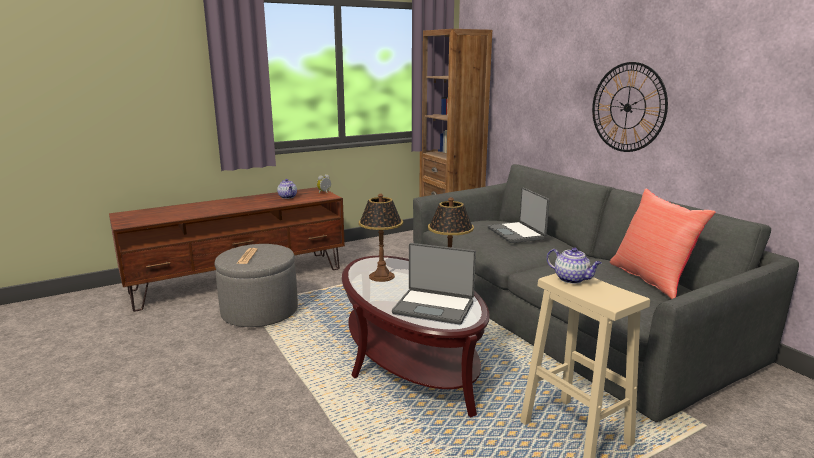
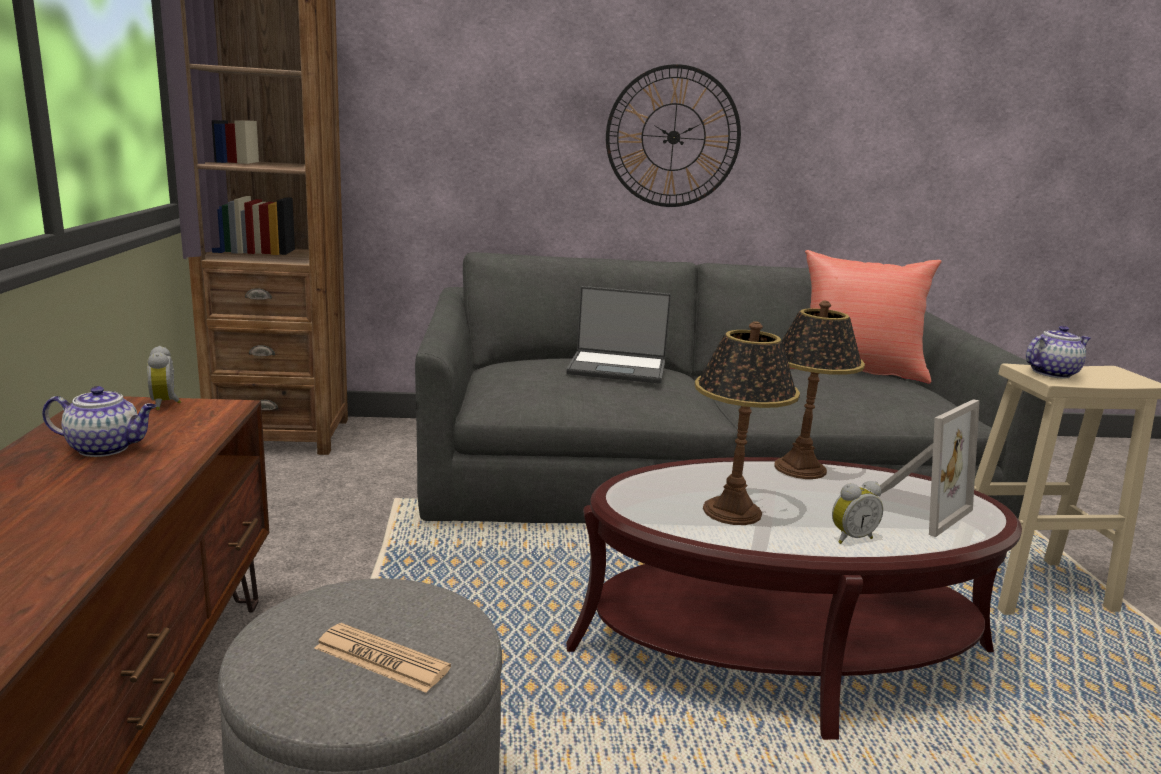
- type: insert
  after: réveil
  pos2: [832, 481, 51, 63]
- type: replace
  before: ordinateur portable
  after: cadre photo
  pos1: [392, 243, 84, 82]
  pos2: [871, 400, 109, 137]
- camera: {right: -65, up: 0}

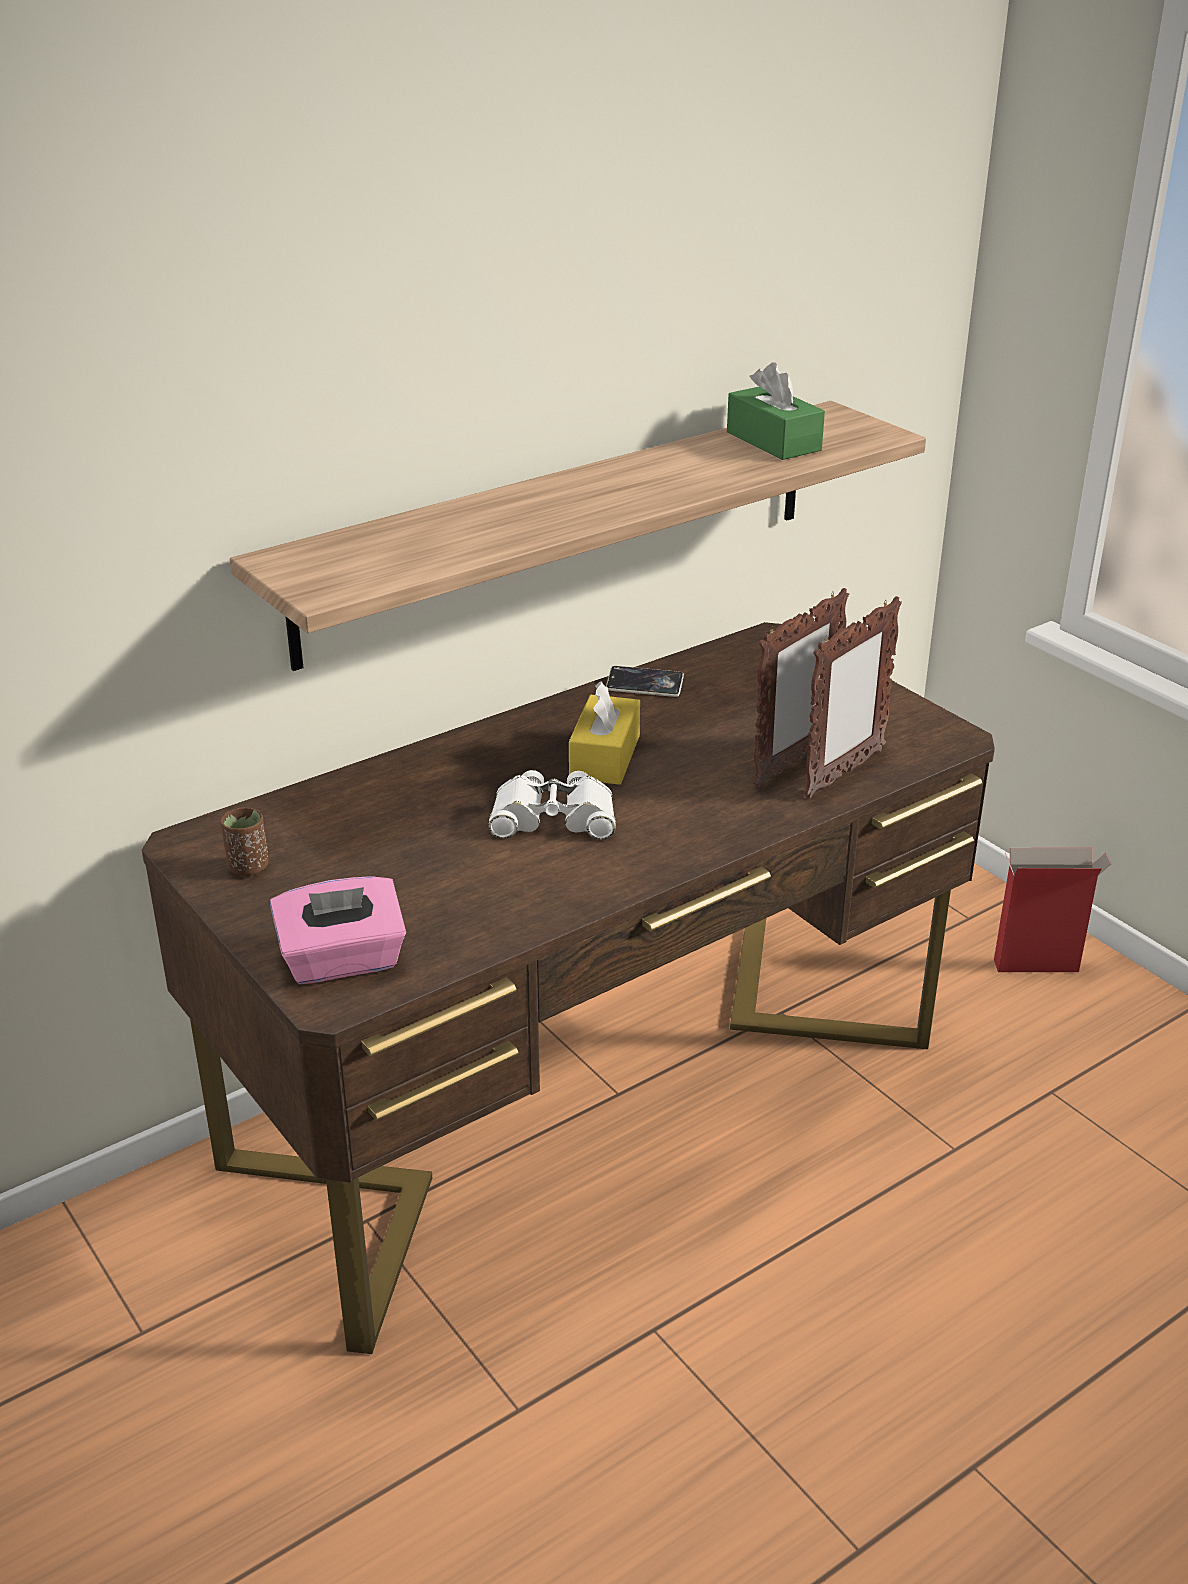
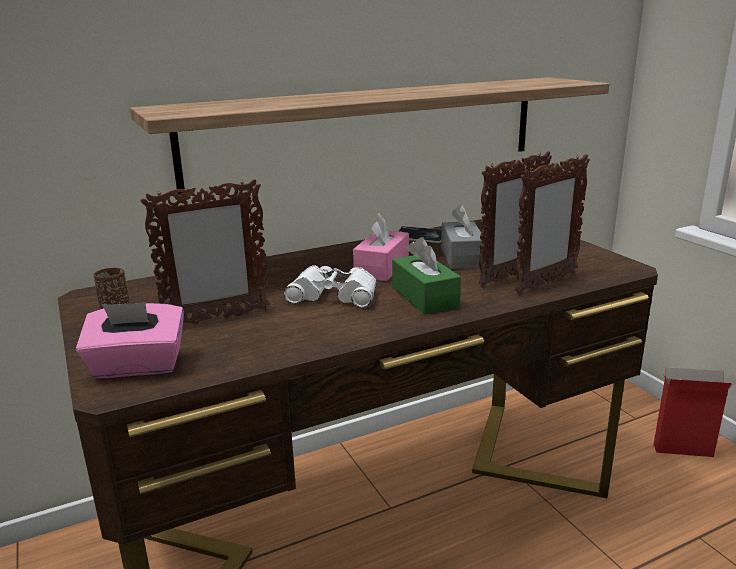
- type: insert
  after: cadre photo
  pos2: [140, 179, 130, 144]
- type: recolor
  before: boîte à mouchoirs (jaune)
  after: boîte à mouchoirs (rose)
  pos1: [569, 681, 71, 104]
  pos2: [353, 213, 56, 68]
- type: move
  before: boîte à mouchoirs (vert)
  pos1: [727, 362, 98, 98]
  pos2: [392, 237, 69, 77]
- type: insert
  after: boîte à mouchoirs (gris)
  pos2: [441, 204, 45, 65]
- camera: {right: 10, up: -10}

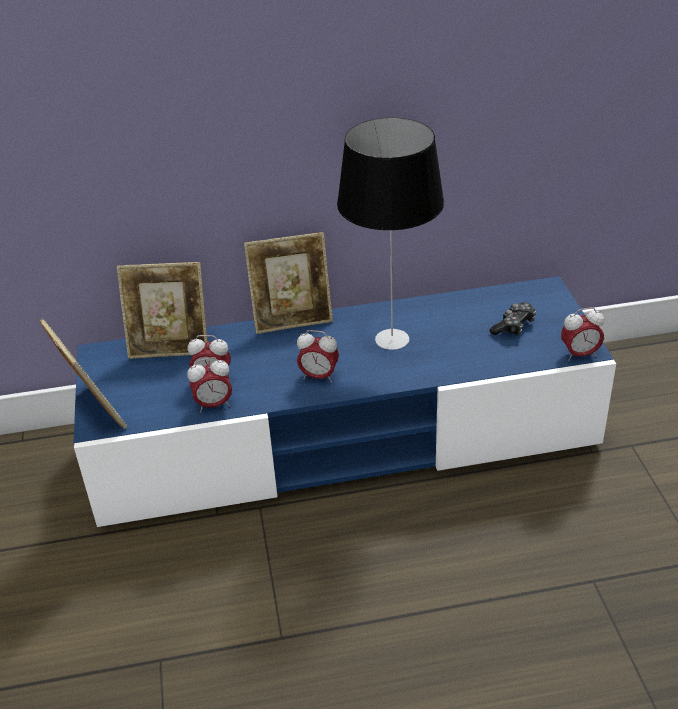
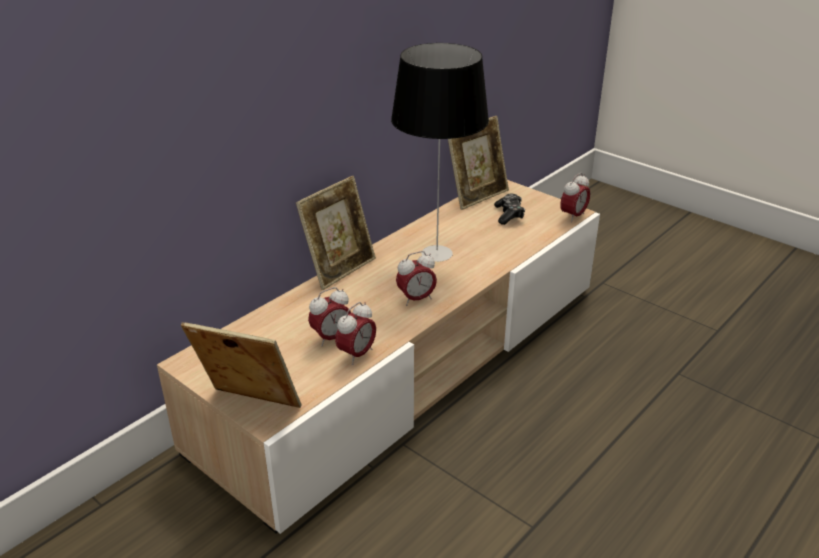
- type: recolor
  before: meuble télé (bleu)
  after: meuble télé (beige)
  pos1: [74, 276, 542, 251]
  pos2: [157, 180, 443, 354]
- type: move
  before: cadre photo
  pos1: [117, 262, 91, 97]
  pos2: [448, 116, 61, 94]
- camera: {right: -40, up: -5}

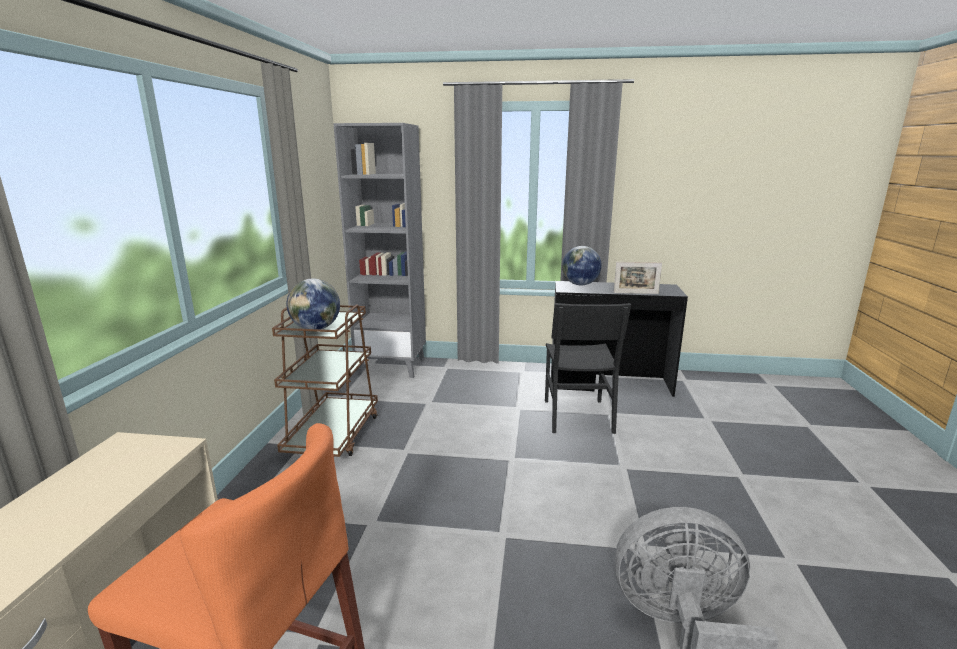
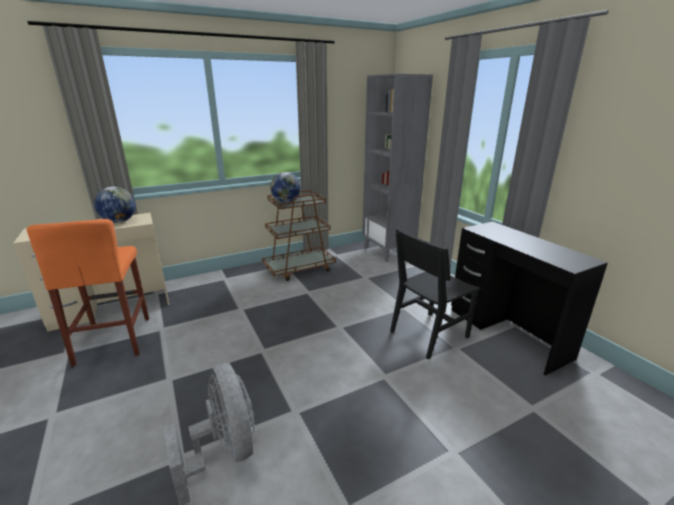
- type: move
  before: globe
  pos1: [562, 246, 40, 39]
  pos2: [94, 187, 42, 36]
- type: delete
  before: cadre photo
  pos1: [614, 262, 48, 32]
- camera: {right: 55, up: 5}

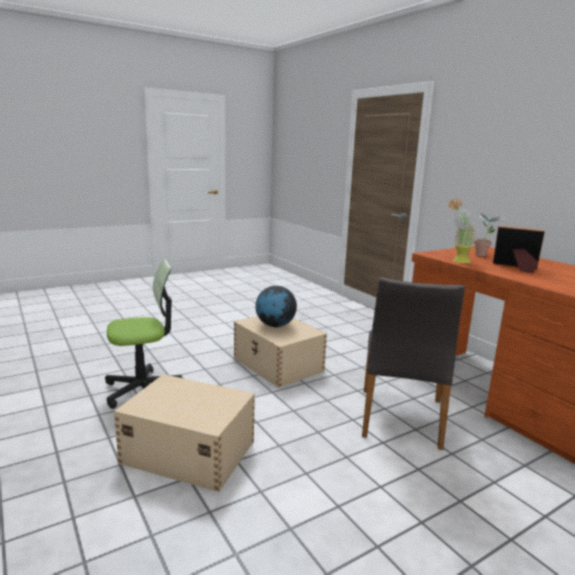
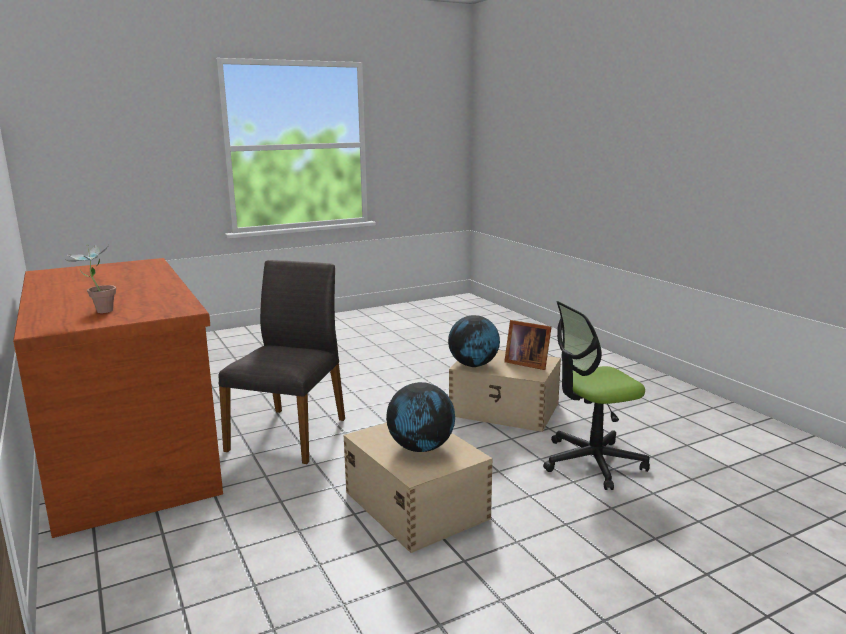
- type: insert
  after: globe
  pos2: [448, 315, 52, 52]
- type: move
  before: cadre photo
  pos1: [493, 226, 52, 47]
  pos2: [504, 320, 48, 50]
- type: delete
  before: plante en pot
  pos1: [448, 198, 28, 65]
- camera: {right: -175, up: 0}

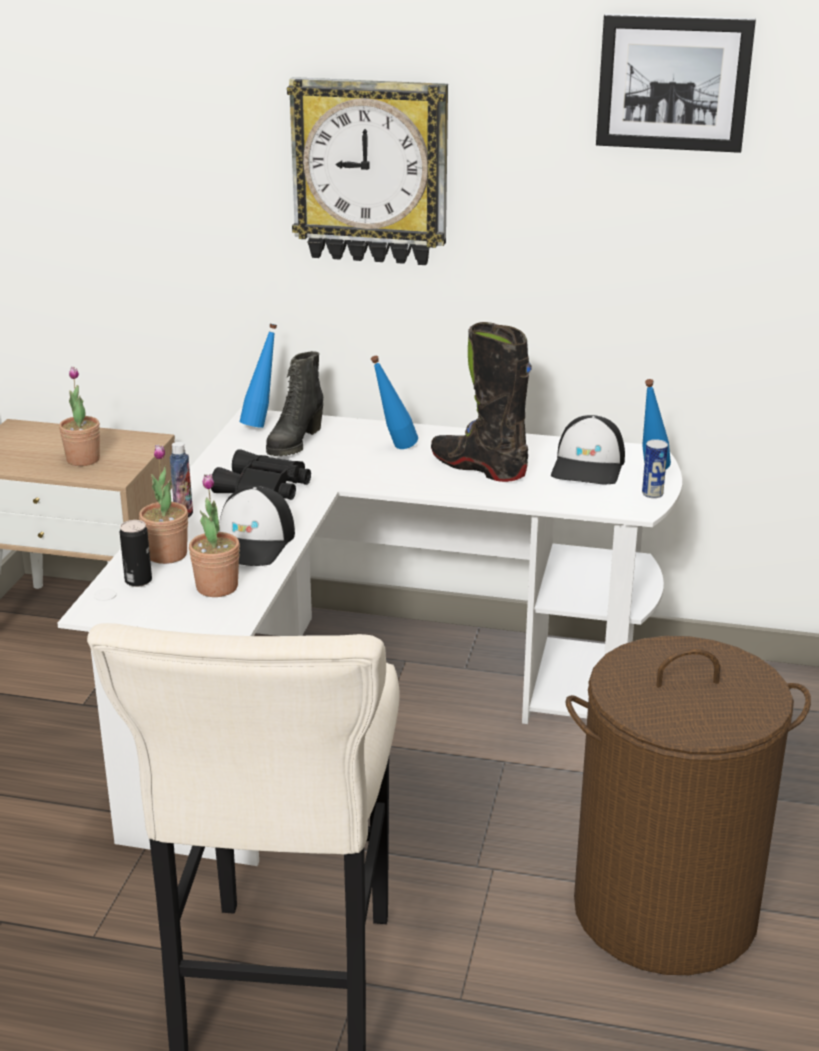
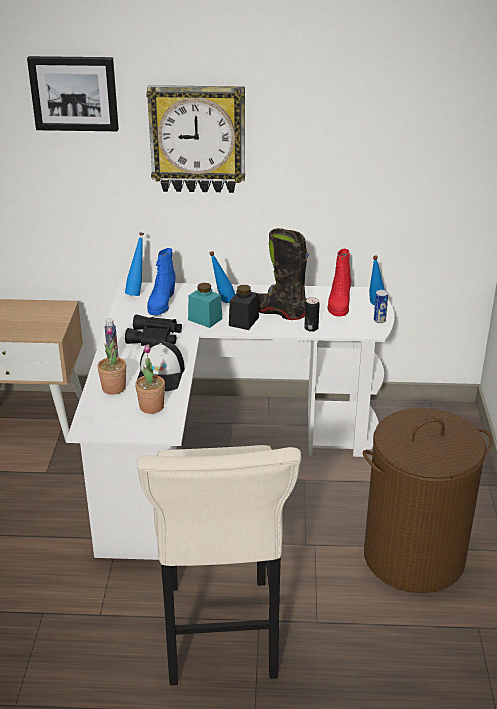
- type: move
  before: tableau
  pos1: [596, 14, 160, 139]
  pos2: [27, 56, 92, 75]
- type: recolor
  before: botte (noir)
  after: botte (bleu)
  pos1: [266, 351, 57, 105]
  pos2: [147, 248, 29, 67]
- type: insert
  after: bocal (turquoise)
  pos2: [188, 283, 35, 45]
- type: insert
  after: bocal (noir)
  pos2: [229, 285, 30, 45]
- type: move
  before: boîte métallique
  pos1: [120, 520, 32, 67]
  pos2: [304, 297, 16, 35]
- type: replace
  before: casquette
  after: botte (rouge)
  pos1: [551, 415, 74, 69]
  pos2: [328, 249, 23, 67]
- type: delete
  before: plante en pot
  pos1: [59, 367, 41, 99]
- camera: {right: -10, up: 5}

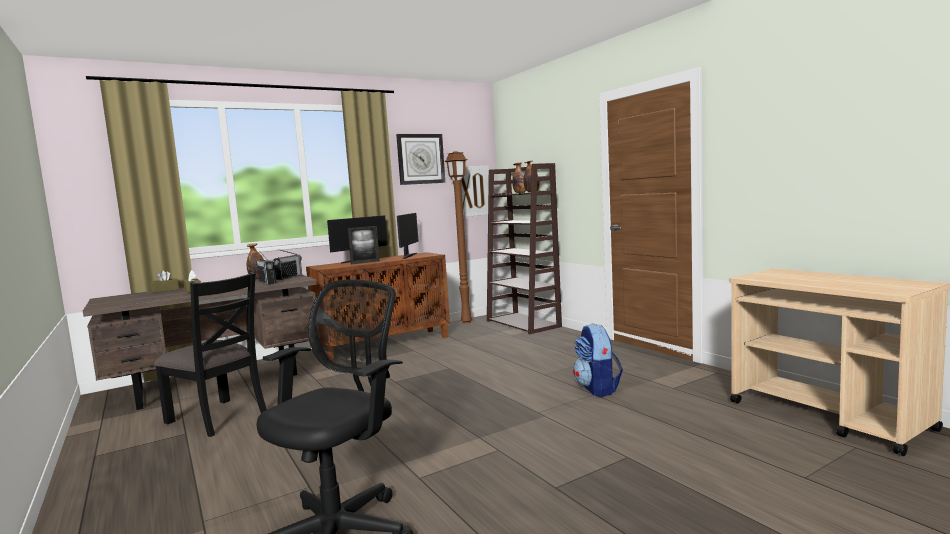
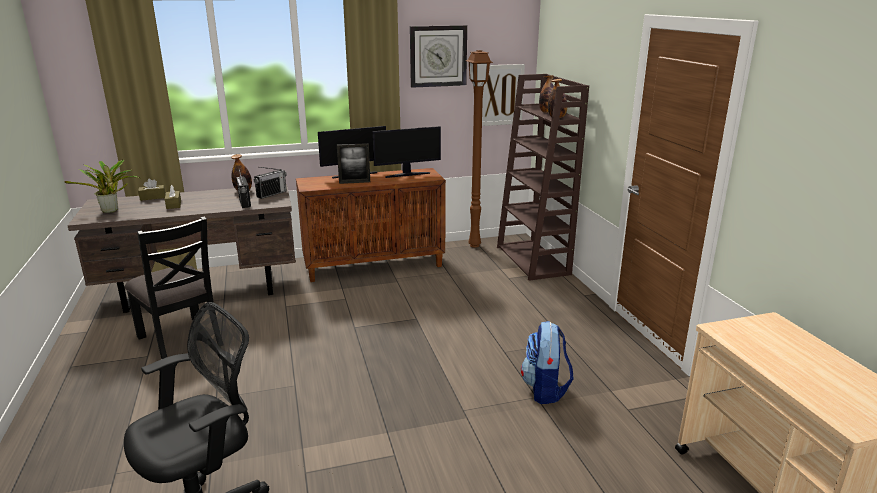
- type: insert
  after: plante en pot
  pos2: [65, 160, 76, 53]
- type: rotate
  before: écran d'ordinateur
  pos1: [397, 213, 22, 46]
  pos2: [373, 126, 68, 52]
  turn: 45
- camera: {right: 15, up: 15}

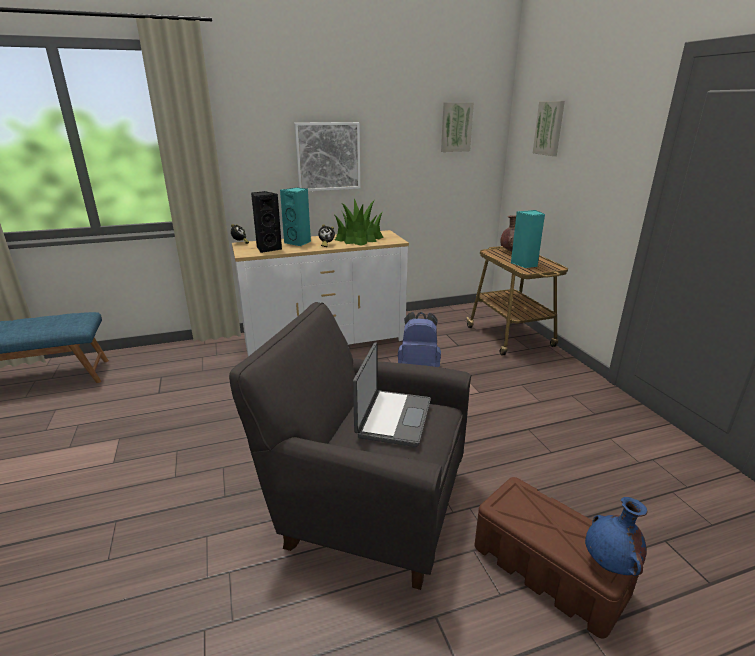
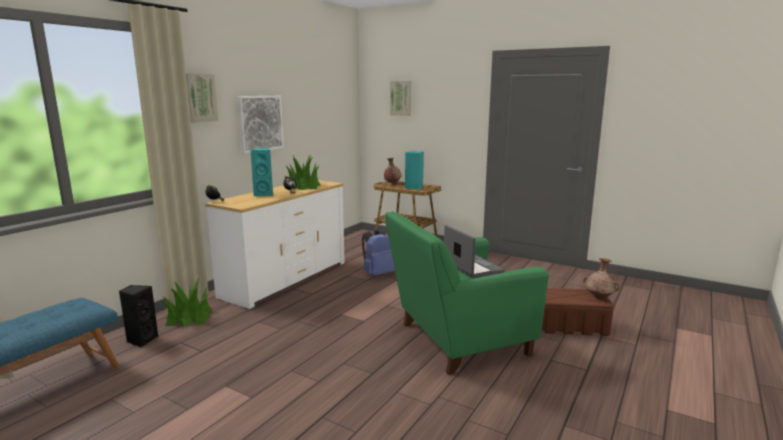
- type: move
  before: enceinte (noir)
  pos1: [251, 191, 31, 62]
  pos2: [119, 285, 39, 63]
- type: insert
  after: plante en pot
  pos2: [163, 278, 49, 49]
- type: move
  before: tableau
  pos1: [441, 102, 33, 50]
  pos2: [186, 73, 32, 50]
- type: recolor
  before: fauteuil (gris)
  after: fauteuil (vert)
  pos1: [229, 302, 242, 288]
  pos2: [385, 211, 164, 164]
- type: recolor
  before: vase (bleu)
  after: vase (marron)
  pos1: [585, 497, 62, 79]
  pos2: [583, 258, 36, 41]
- camera: {right: -40, up: -10}

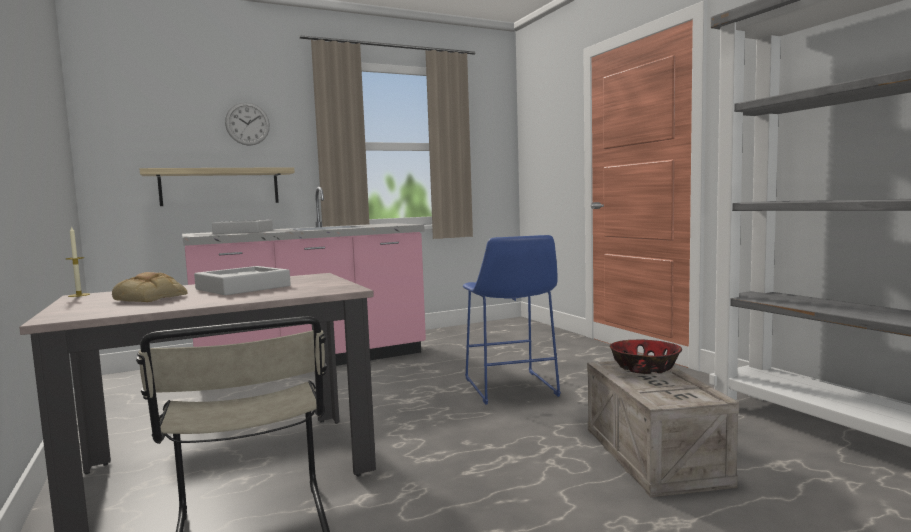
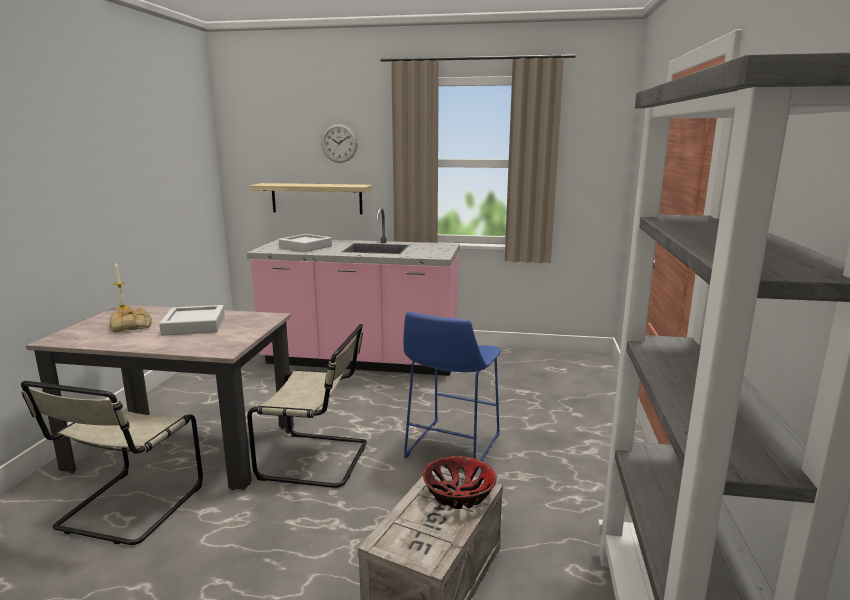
- type: insert
  after: chaise (beige)
  pos2: [247, 324, 120, 164]
- camera: {right: 35, up: 10}

